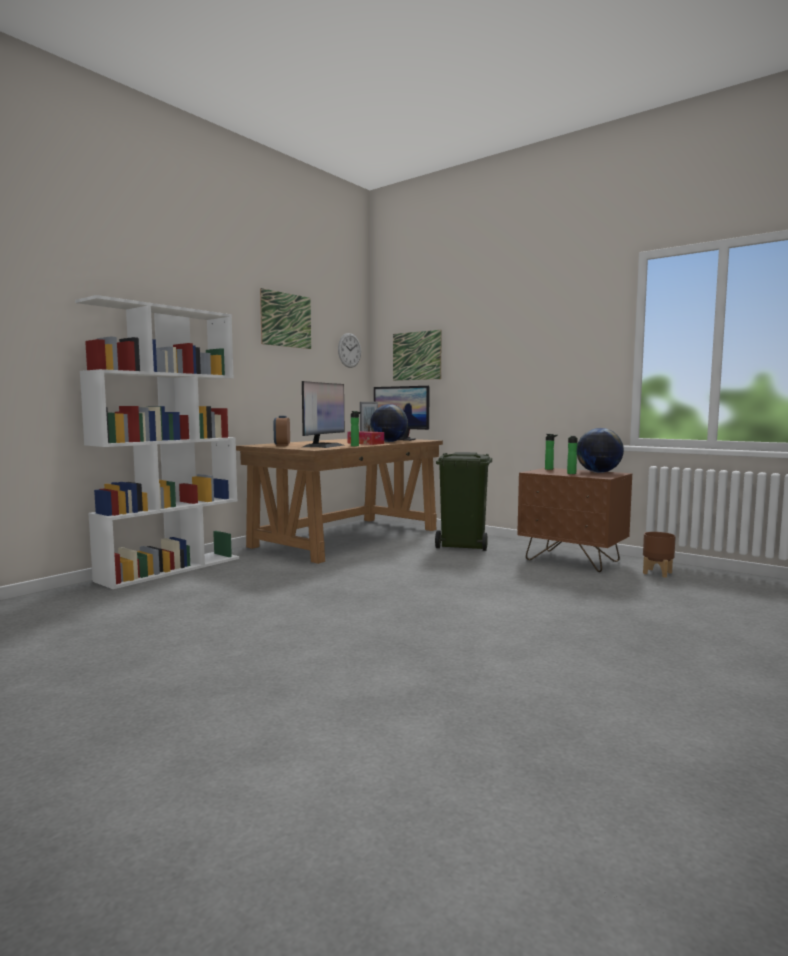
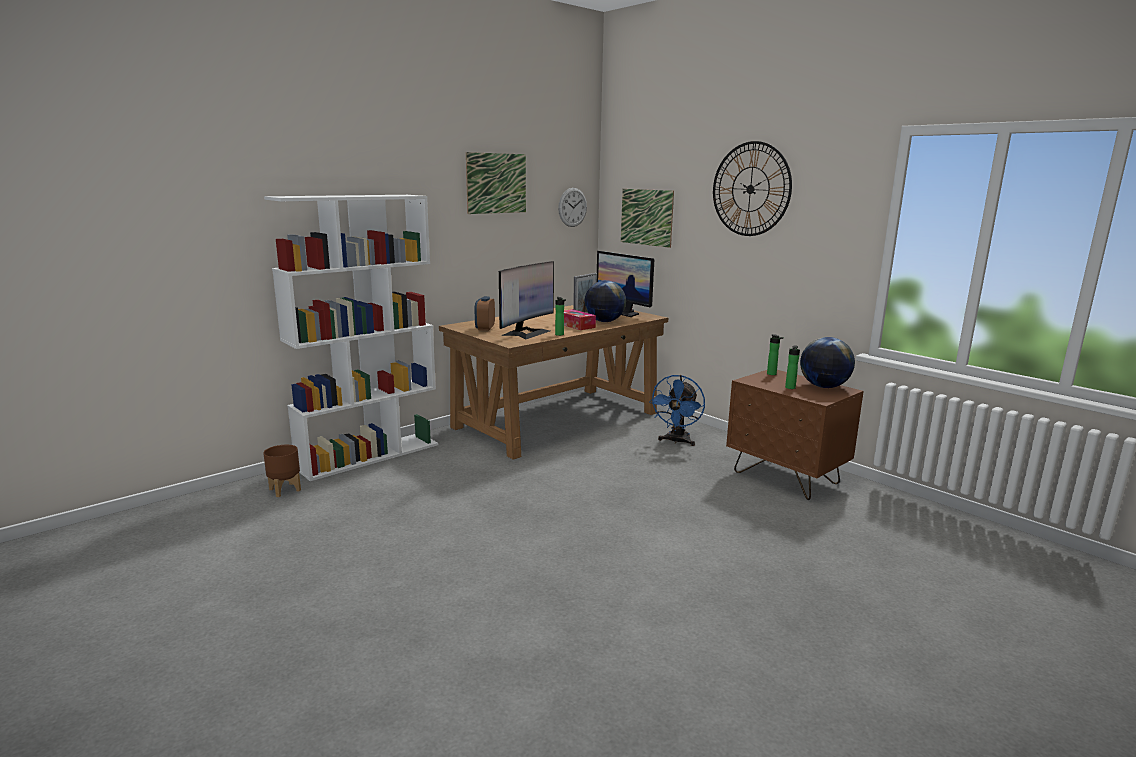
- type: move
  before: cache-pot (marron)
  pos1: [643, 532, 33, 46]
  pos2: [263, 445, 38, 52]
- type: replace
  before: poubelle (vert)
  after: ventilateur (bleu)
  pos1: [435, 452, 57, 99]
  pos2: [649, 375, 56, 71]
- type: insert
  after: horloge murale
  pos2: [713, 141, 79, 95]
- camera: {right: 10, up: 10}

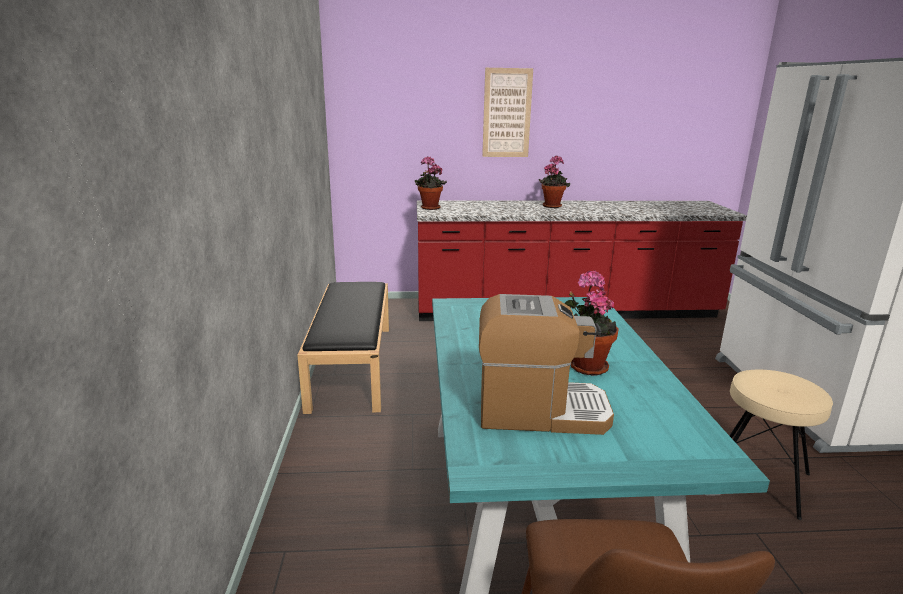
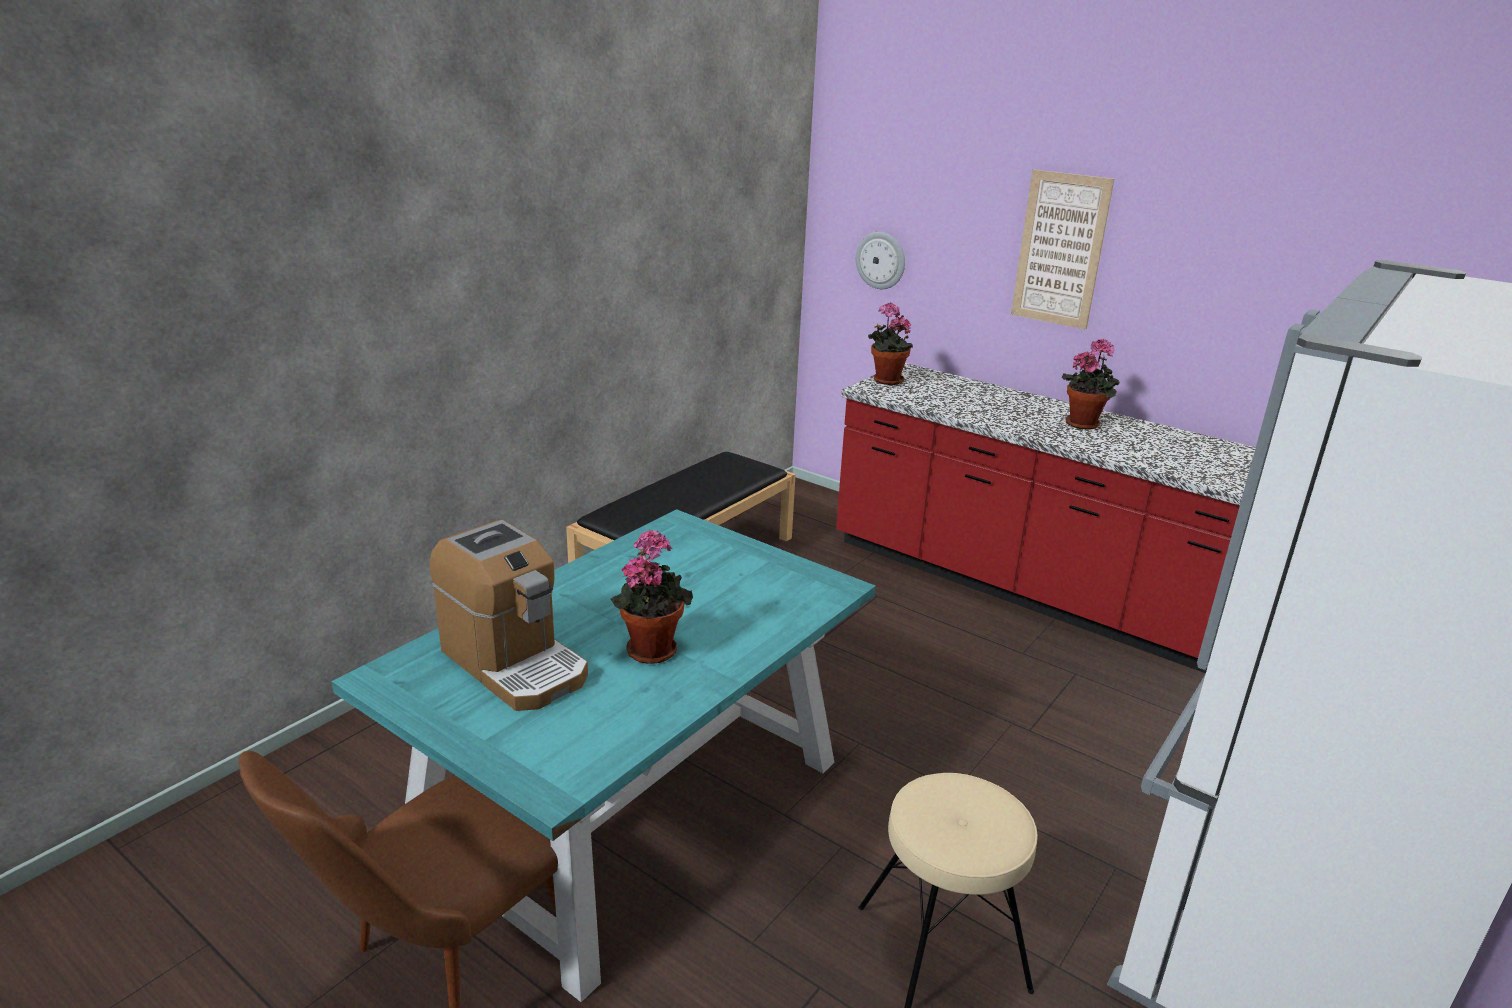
- type: insert
  after: horloge murale
  pos2: [856, 232, 49, 57]
- camera: {right: 40, up: 5}

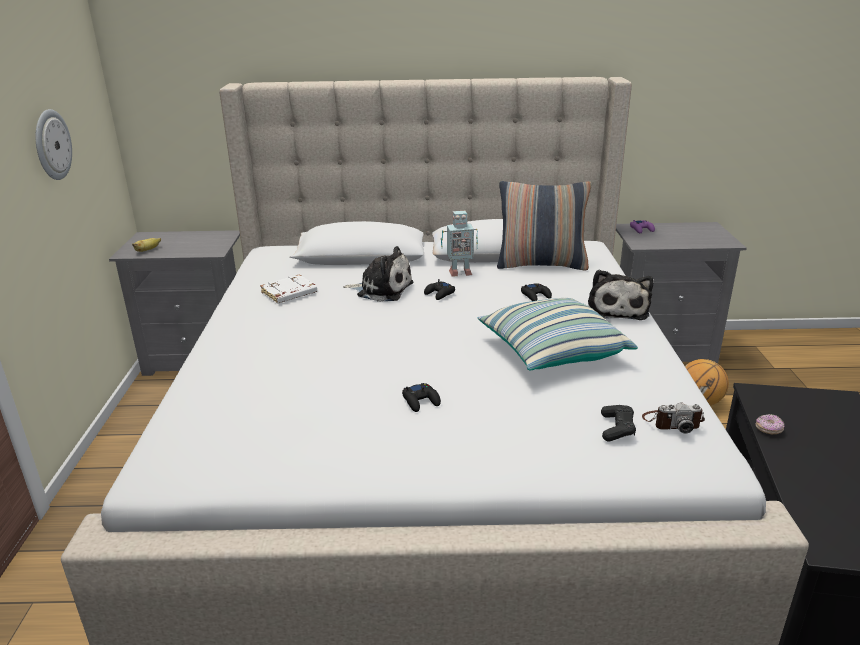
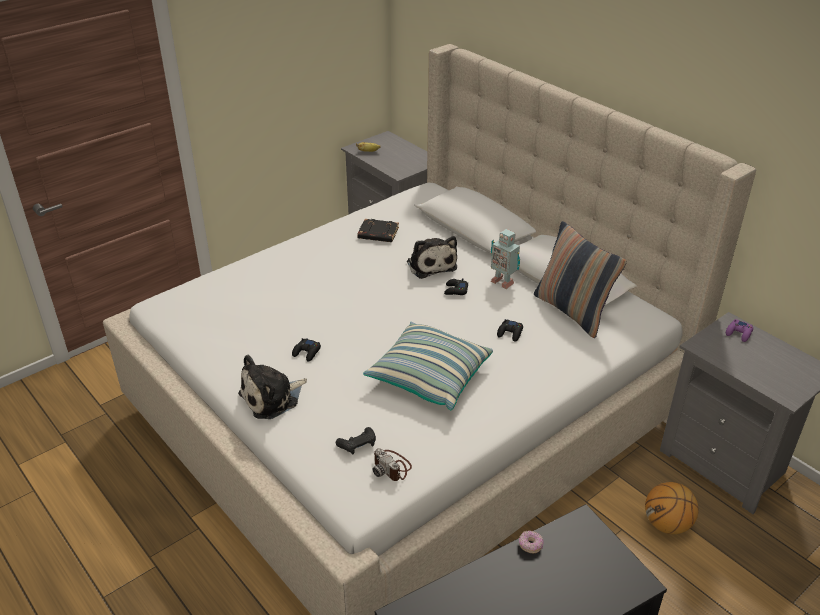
- type: move
  before: peluche
  pos1: [588, 270, 65, 50]
  pos2: [238, 355, 69, 64]
- type: recolor
  before: livre (blanc)
  after: livre (noir)
  pos1: [260, 274, 57, 30]
  pos2: [357, 219, 42, 23]
- type: delete
  before: horloge murale
  pos1: [36, 109, 36, 71]
- camera: {right: 50, up: 10}

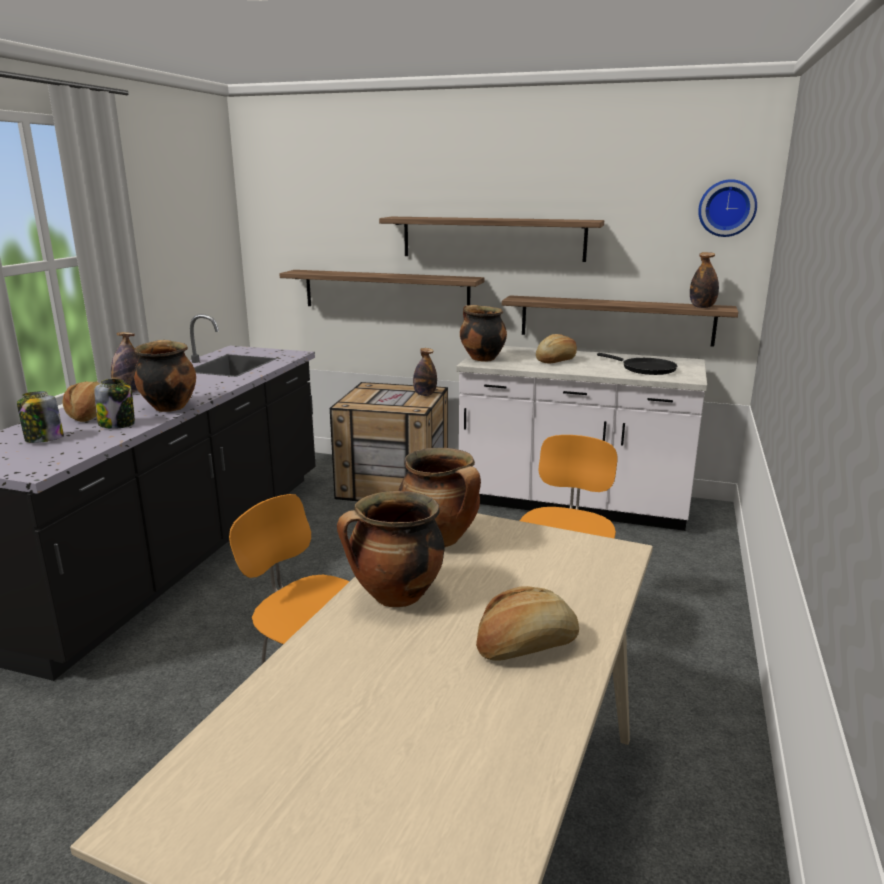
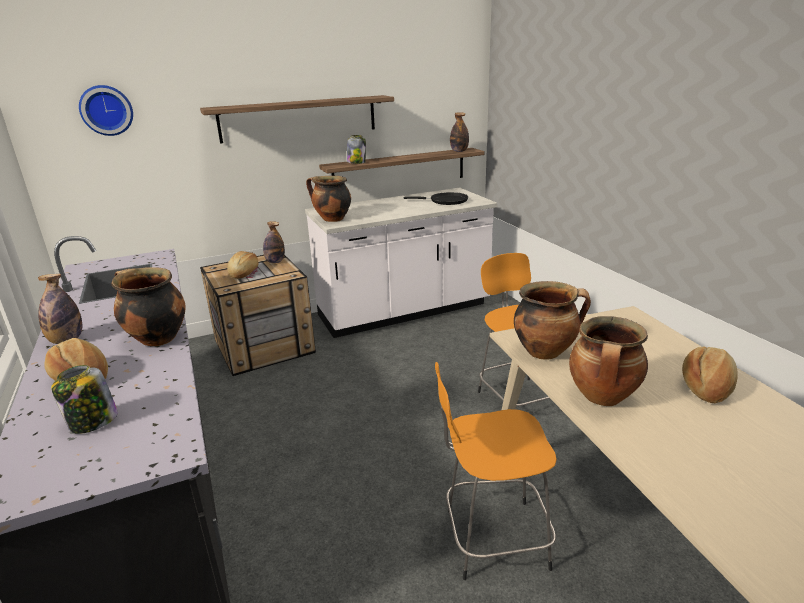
- type: move
  before: horloge murale
  pos1: [698, 179, 59, 58]
  pos2: [79, 85, 54, 51]
- type: move
  before: pain
  pos1: [536, 334, 41, 30]
  pos2: [227, 251, 32, 28]
- type: move
  before: bocal
  pos1: [94, 379, 41, 50]
  pos2: [347, 135, 19, 29]
- type: delete
  before: étagère
  pos1: [279, 270, 205, 36]
- camera: {right: -40, up: 5}

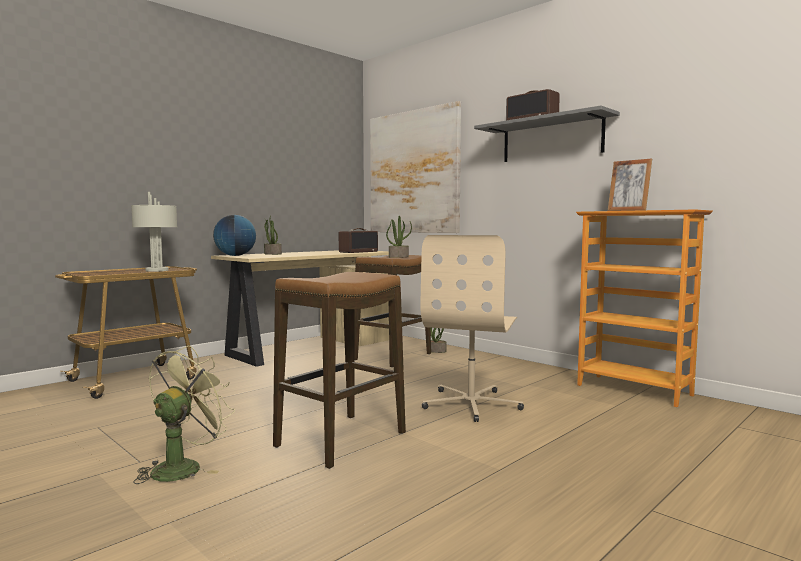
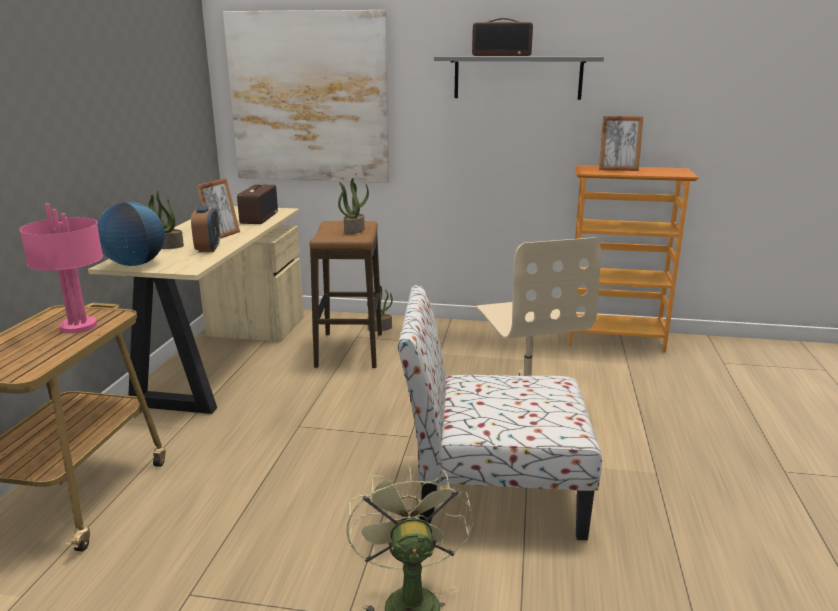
- type: recolor
  before: lampe de table (gris)
  after: lampe de table (rose)
  pos1: [131, 192, 46, 80]
  pos2: [19, 203, 84, 131]
- type: insert
  after: réveil
  pos2: [191, 206, 29, 46]
- type: insert
  after: cadre photo
  pos2: [197, 178, 43, 61]
- type: replace
  before: tabouret
  after: chaise
  pos1: [273, 272, 133, 197]
  pos2: [398, 285, 204, 255]
- camera: {right: -35, up: 15}

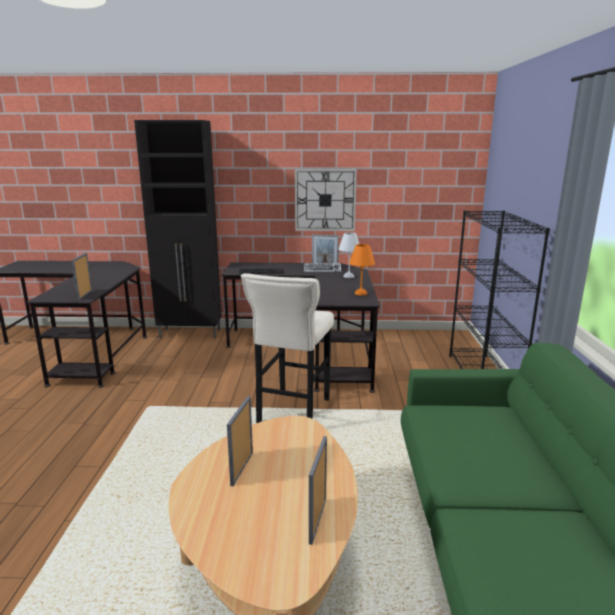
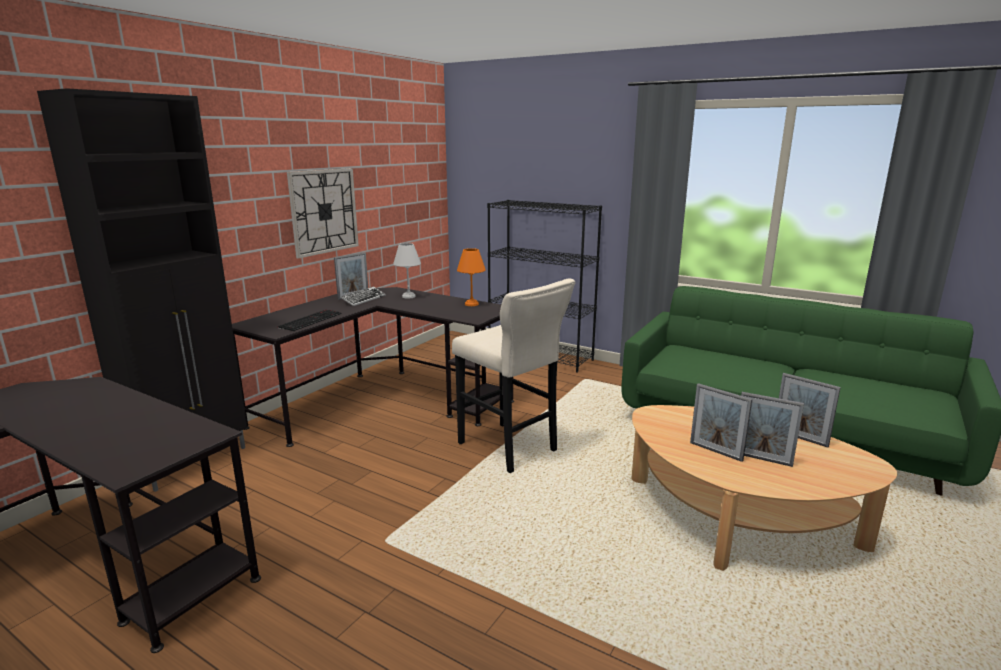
- type: move
  before: cadre photo
  pos1: [71, 253, 21, 47]
  pos2: [741, 392, 63, 75]
- camera: {right: -60, up: 0}

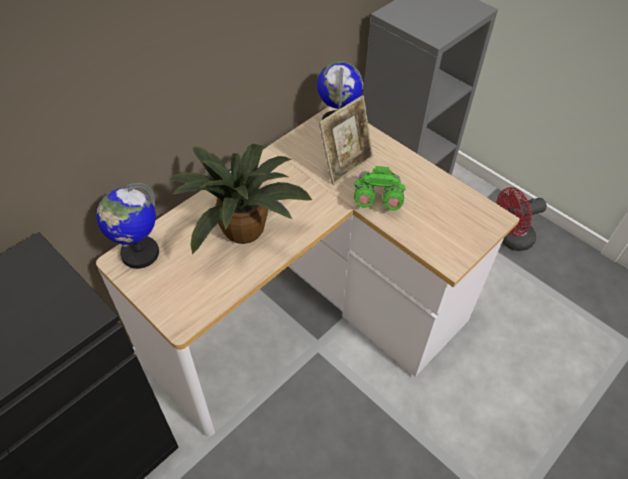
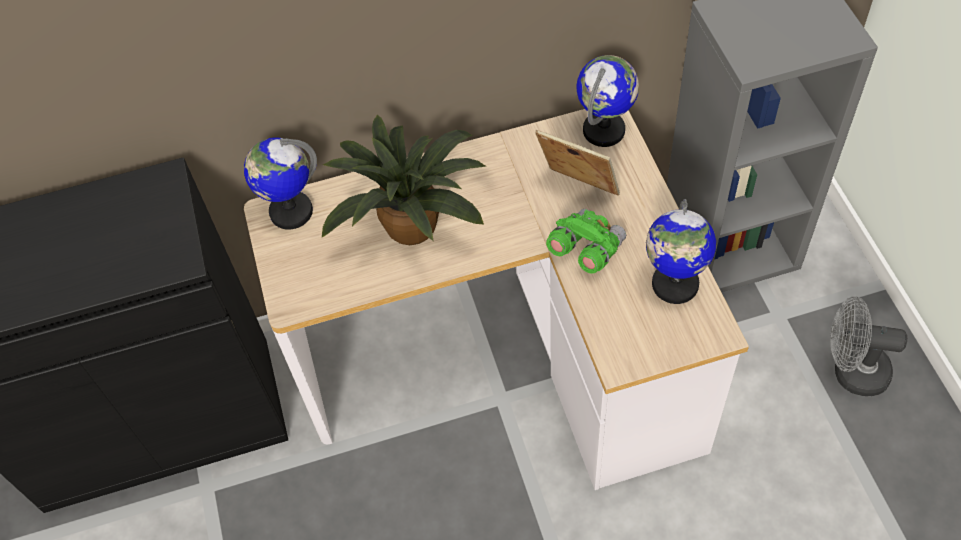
- type: rotate
  before: cadre photo
  pos1: [319, 95, 54, 90]
  pos2: [535, 130, 85, 66]
  turn: -135
- type: insert
  after: globe
  pos2: [646, 199, 70, 105]
- type: recolor
  before: ventilateur (rouge)
  after: ventilateur (gris)
  pos1: [496, 187, 51, 64]
  pos2: [830, 296, 77, 100]
- camera: {right: 35, up: 5}

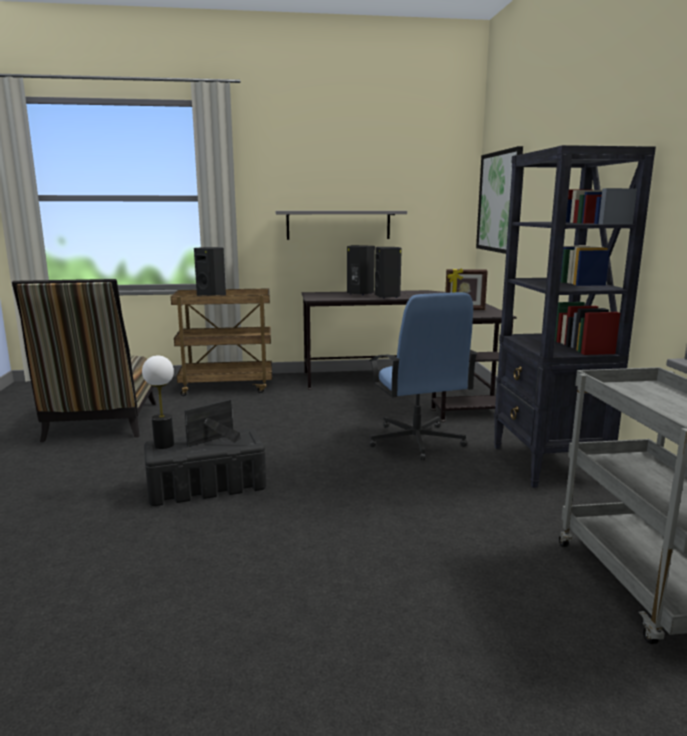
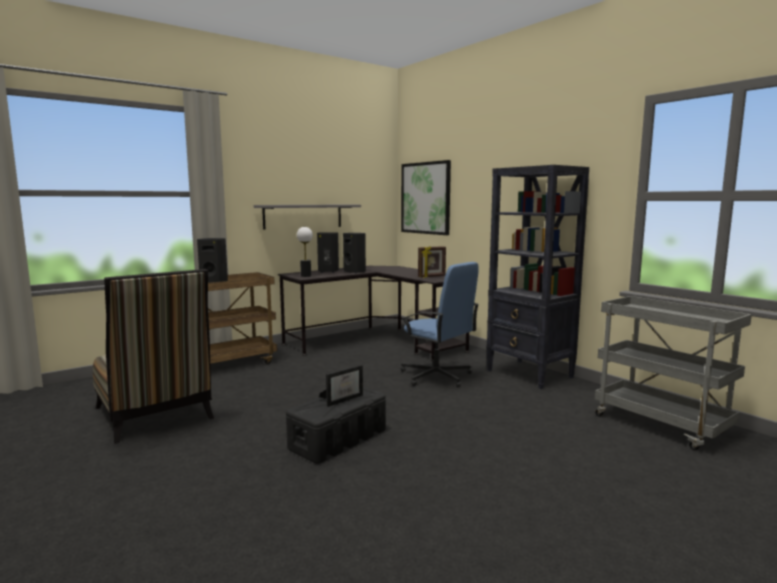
- type: move
  before: lampe de table
  pos1: [142, 355, 32, 94]
  pos2: [297, 227, 16, 50]
- type: rotate
  before: cadre photo
  pos1: [184, 399, 57, 48]
  pos2: [319, 365, 44, 42]
  turn: -150
- camera: {right: -30, up: -5}

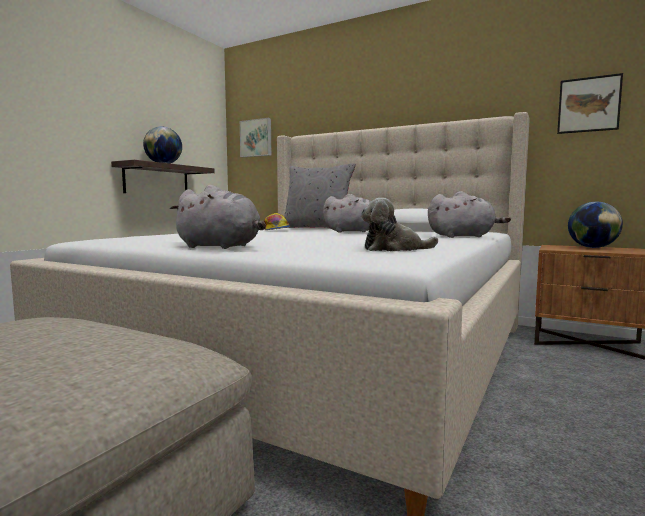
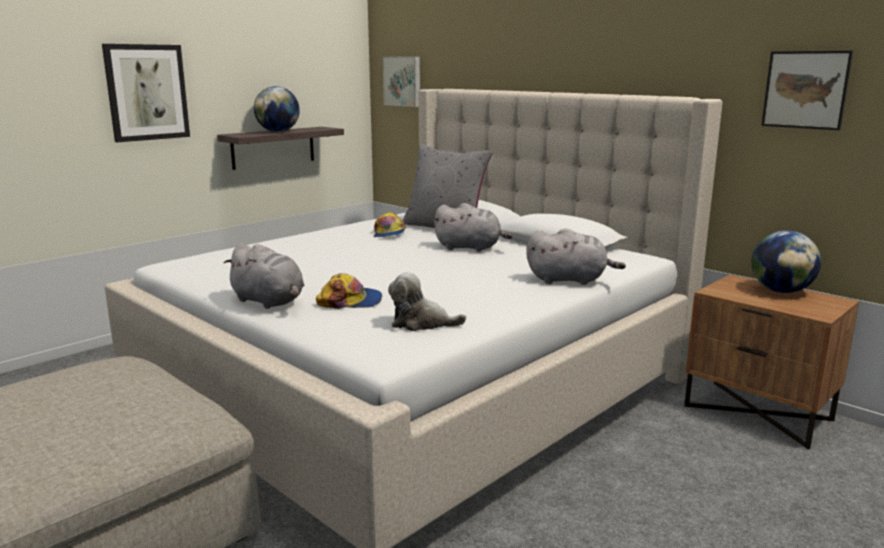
- type: insert
  after: tableau
  pos2: [102, 44, 88, 98]
- type: insert
  after: casquette
  pos2: [316, 273, 66, 36]
- camera: {right: 15, up: 10}

